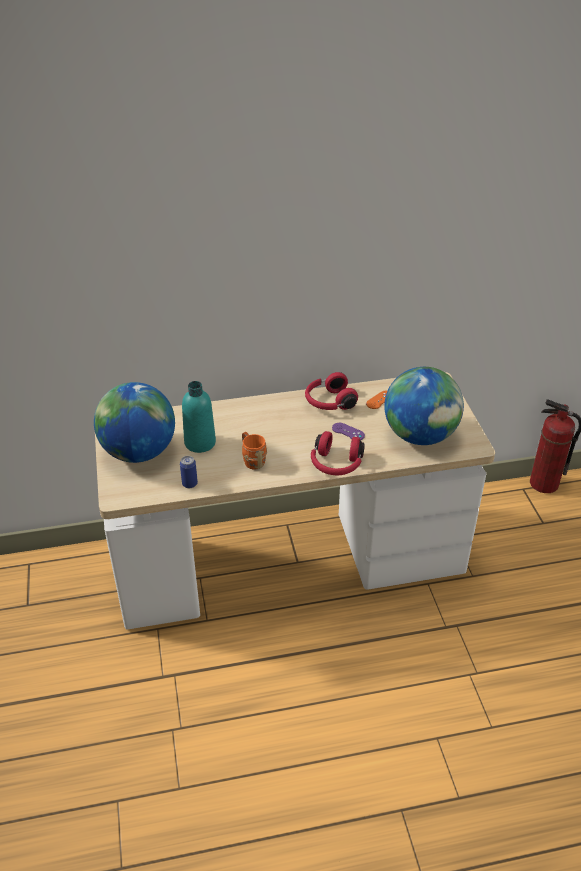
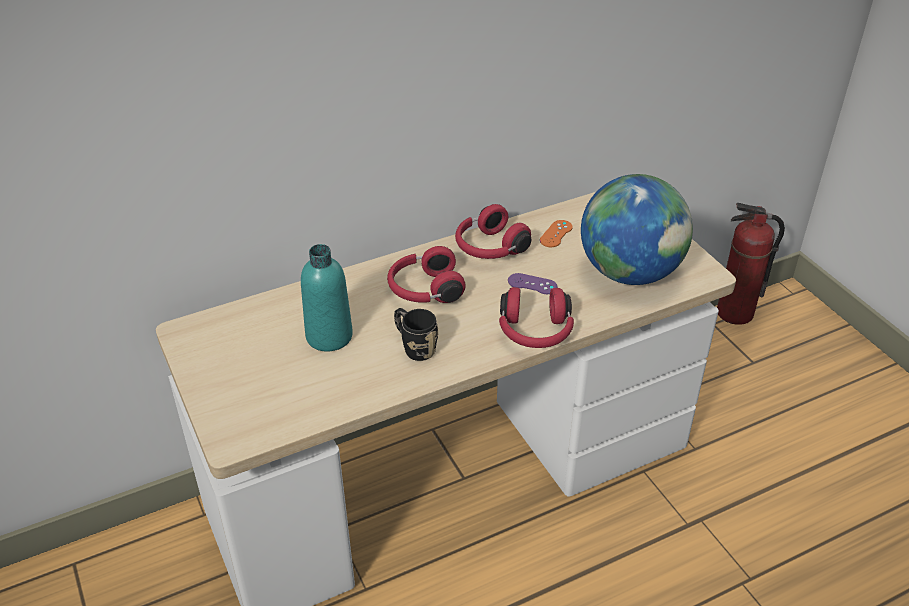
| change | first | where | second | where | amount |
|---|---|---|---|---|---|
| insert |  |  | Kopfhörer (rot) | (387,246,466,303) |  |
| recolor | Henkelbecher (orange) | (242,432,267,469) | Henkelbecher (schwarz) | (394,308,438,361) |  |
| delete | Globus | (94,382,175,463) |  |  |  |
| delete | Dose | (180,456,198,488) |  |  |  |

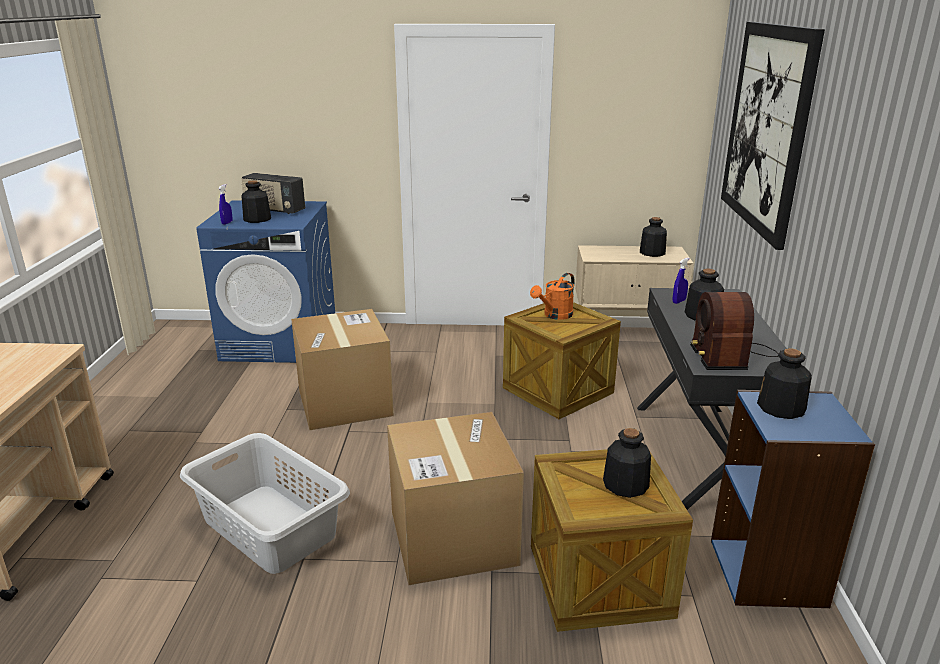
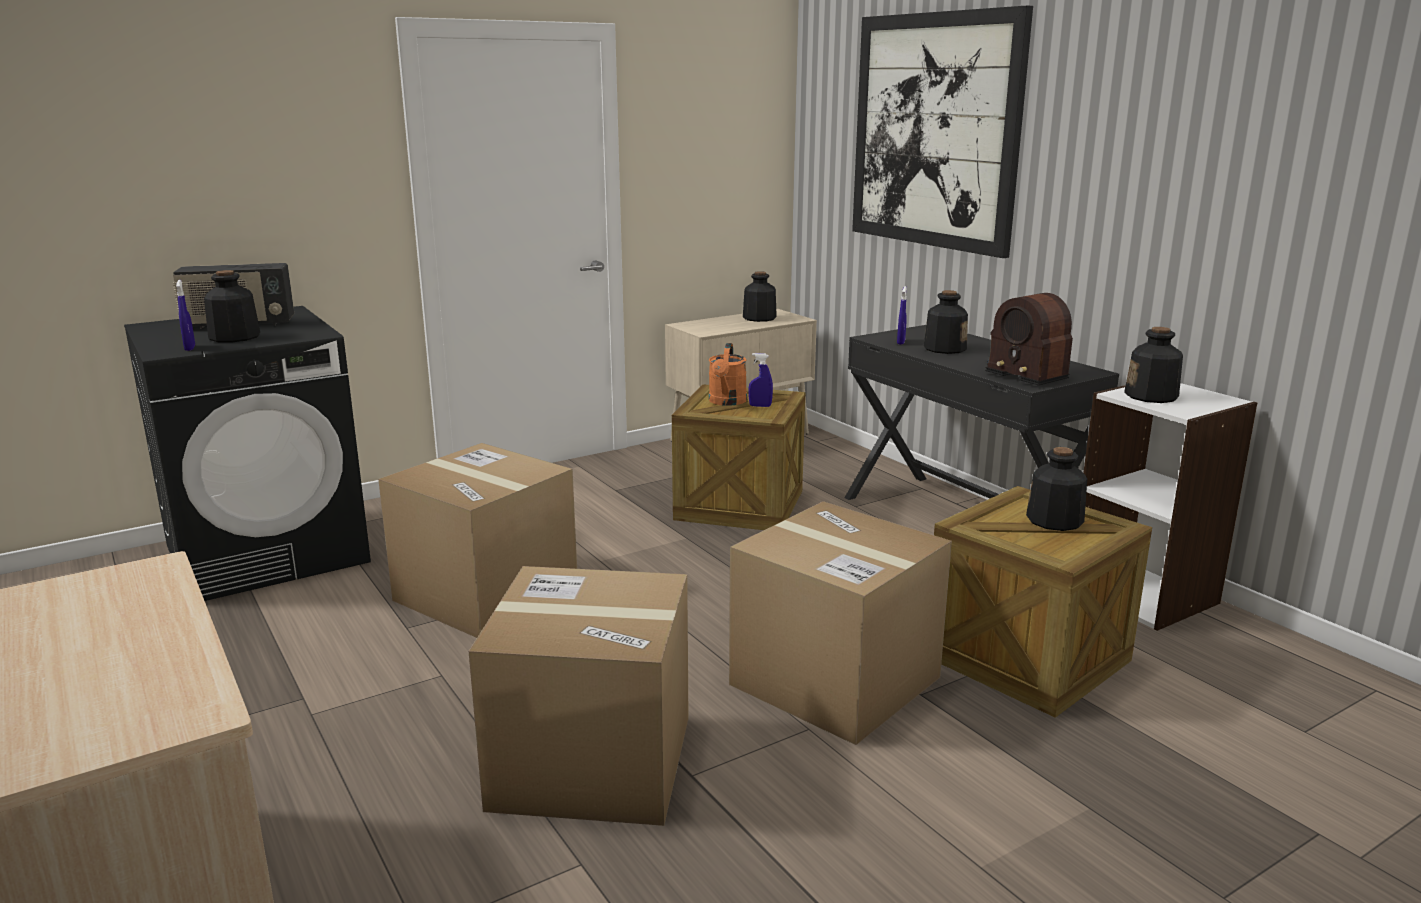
| change | first | where | second | where | amount |
|---|---|---|---|---|---|
| recolor | Waschmaschine (blau) | (197,200,335,363) | Waschmaschine (schwarz) | (124,306,371,601) |  |
| replace | Wäschekorb (grau) | (180,433,350,574) | Karton | (469,566,689,826) |  |
| insert |  |  | Sprühflasche (blau) | (748,353,773,407) |  |
| recolor | Bücherregal (blau) | (711,390,875,608) | Bücherregal (weiß) | (1083,383,1257,631) |  |

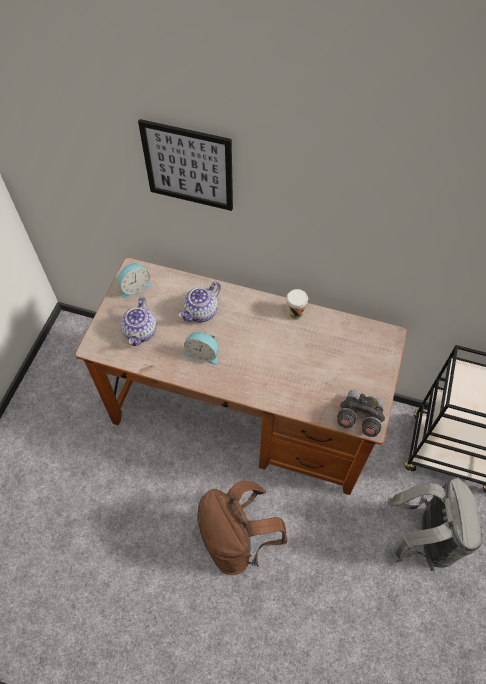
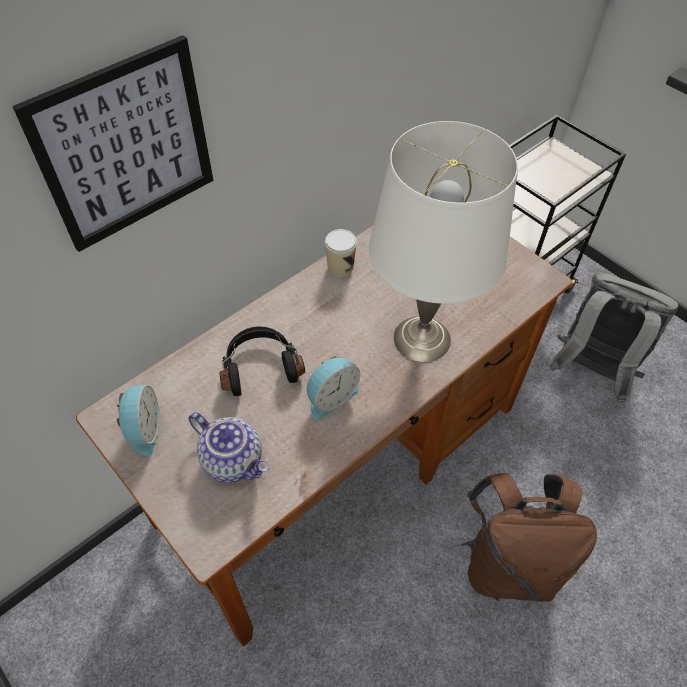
| change | first | where | second | where | amount |
|---|---|---|---|---|---|
| replace | Teekanne | (178,282,221,322) | Kopfhörer (schwarz) | (220,326,305,396) |  |
| insert |  |  | Tischlampe (weiß) | (369,121,518,362) |  |
| delete | Fernglas (grau) | (337,390,385,437) |  |  |  |

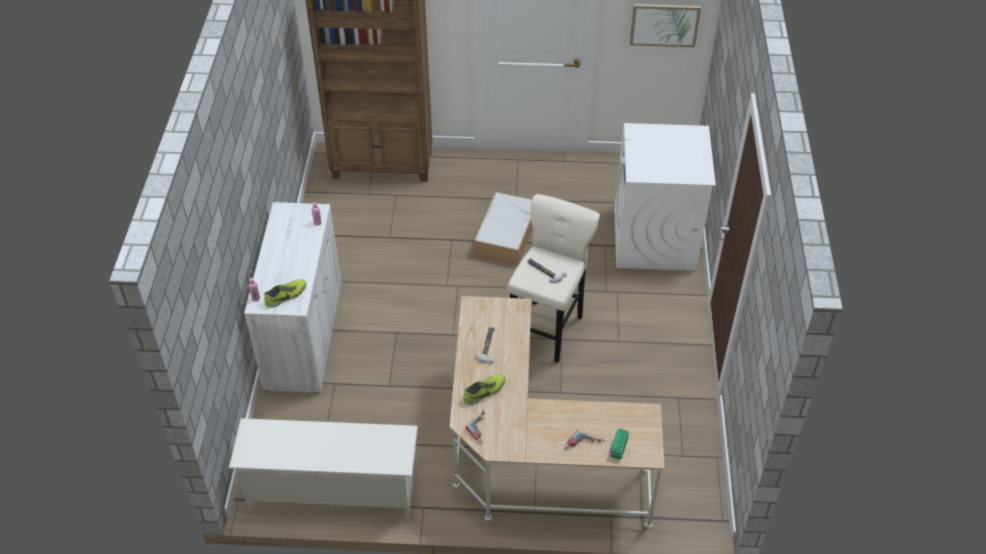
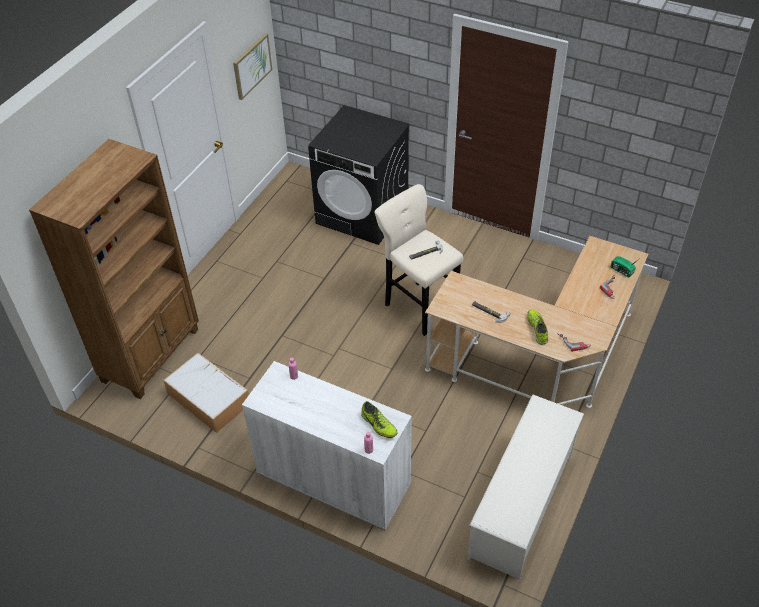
| change | first | where | second | where | amount |
|---|---|---|---|---|---|
| move | Aufbewahrungsbox | (474,192,533,266) |  | (163,353,249,433) |  |
| recolor | Waschmaschine (weiß) | (615,123,716,271) | Waschmaschine (schwarz) | (308,105,410,245) |  |
| rotate | Schuh | (264,279,306,308) |  | (361,401,398,438) | 150 degrees clockwise |

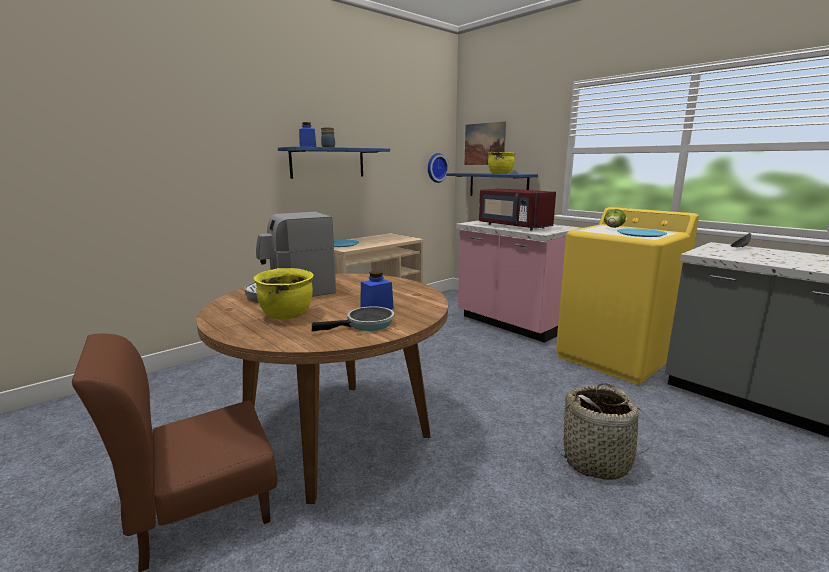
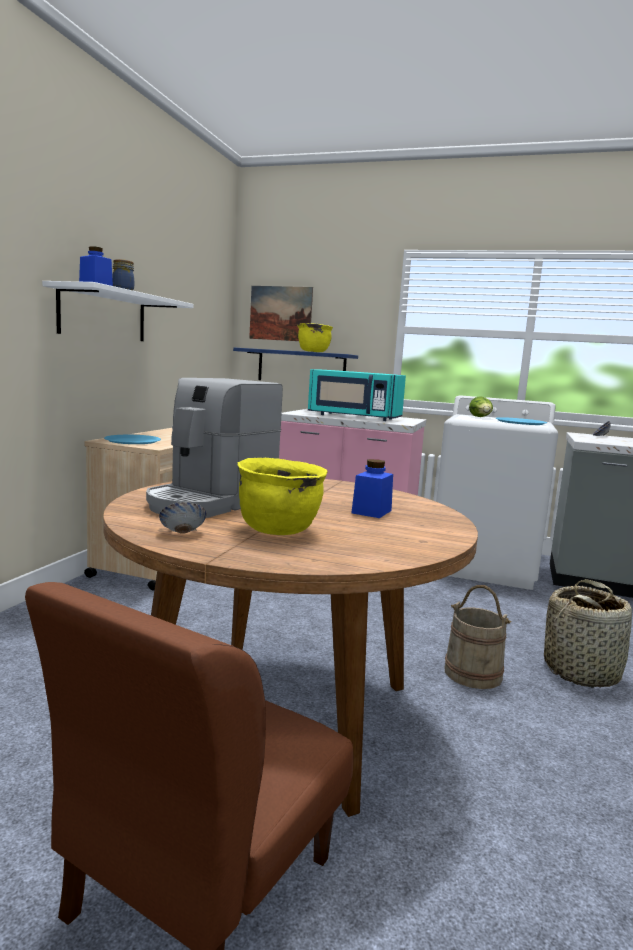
| change | first | where | second | where | amount |
|---|---|---|---|---|---|
| recolor | Wandregal (blau) | (278,147,390,179) | Wandregal (weiß) | (42,281,194,341) |  |
| insert |  |  | Schüssel | (159,502,207,534) |  |
| recolor | Mikrowelle (rot) | (479,189,556,230) | Mikrowelle (türkis) | (308,369,406,421) |  |
| recolor | Waschmaschine (gelb) | (556,207,699,385) | Waschmaschine (weiß) | (436,395,558,590) |  |
| insert |  |  | Eimer (beige) | (444,585,511,689) |  |
| delete | Pfanne | (312,306,394,332) |  |  |  |
| delete | Wanduhr | (428,153,449,183) |  |  |  |

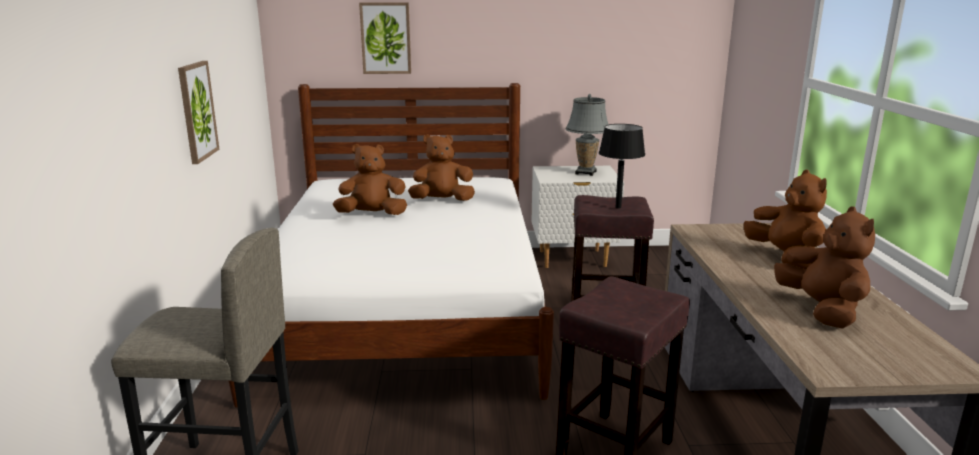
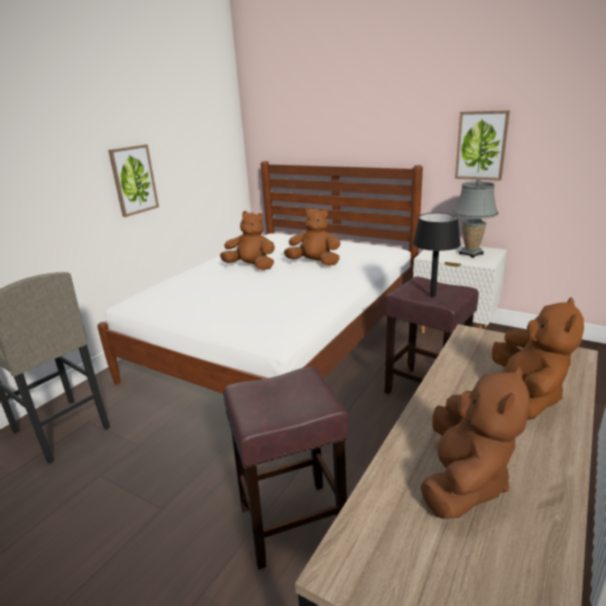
| change | first | where | second | where | amount |
|---|---|---|---|---|---|
| move | Bild | (359,2,411,74) |  | (455,110,510,181) |  |

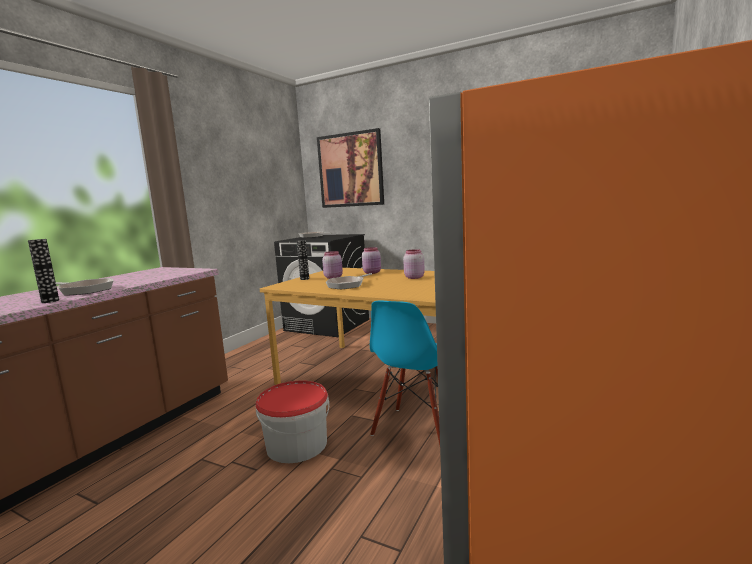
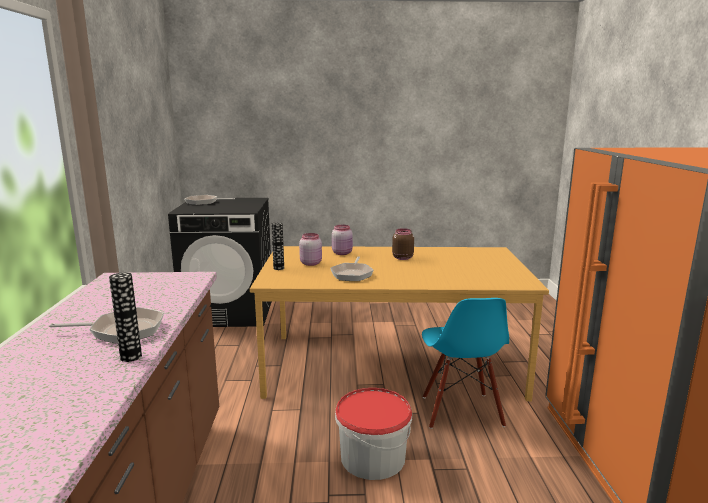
| change | first | where | second | where | amount |
|---|---|---|---|---|---|
| recolor | Vorratsglas (rosa) | (403,249,425,279) | Vorratsglas (braun) | (392,228,414,260) |  |
| delete | Bild | (317,128,384,208) |  |  |  |

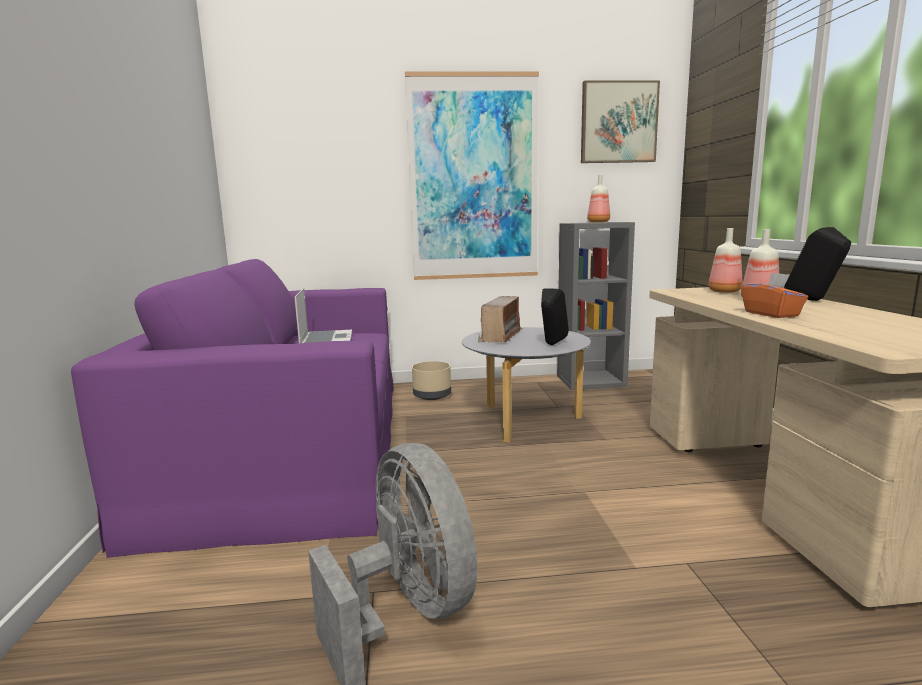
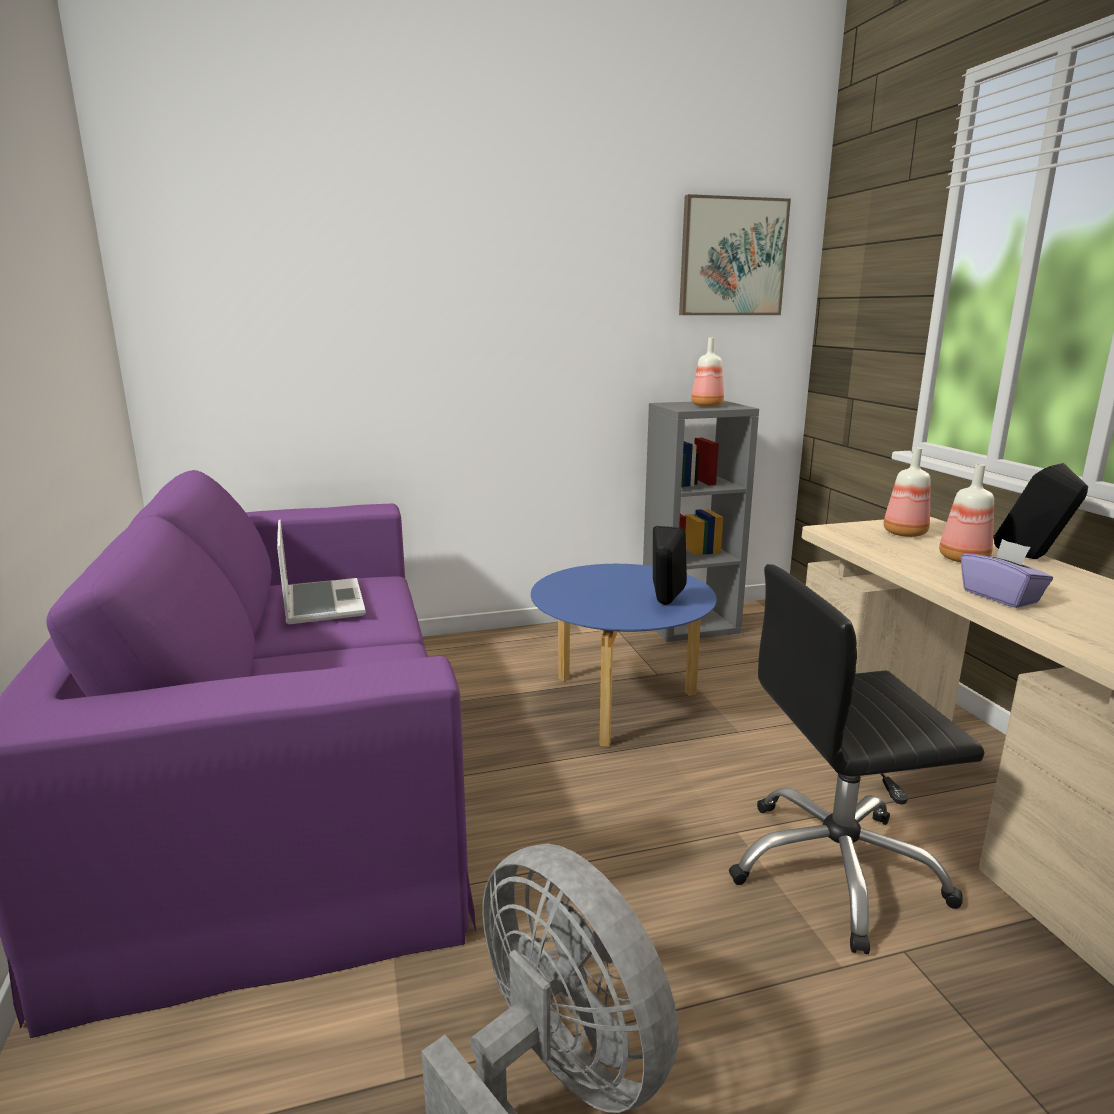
| change | first | where | second | where | amount |
|---|---|---|---|---|---|
| recolor | Couchtisch (grau) | (462,327,591,443) | Couchtisch (blau) | (531,564,716,747) |  |
| insert |  |  | Bürostuhl (schwarz) | (729,564,985,954) |  |
| recolor | Taschentuchbox (orange) | (742,272,808,318) | Taschentuchbox (lila) | (961,539,1053,608) |  |
| delete | Bild | (405,72,539,280) |  |  |  |
| delete | Pflanzkübel (beige) | (412,361,451,400) |  |  |  |
| delete | Radio | (478,296,523,343) |  |  |  |

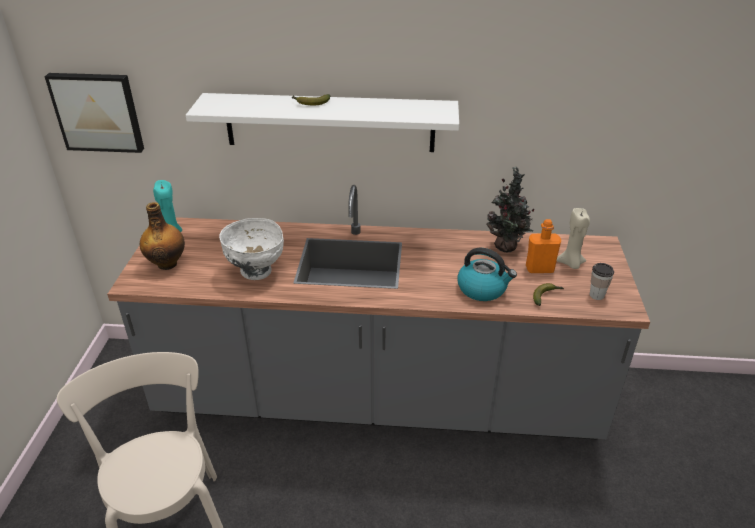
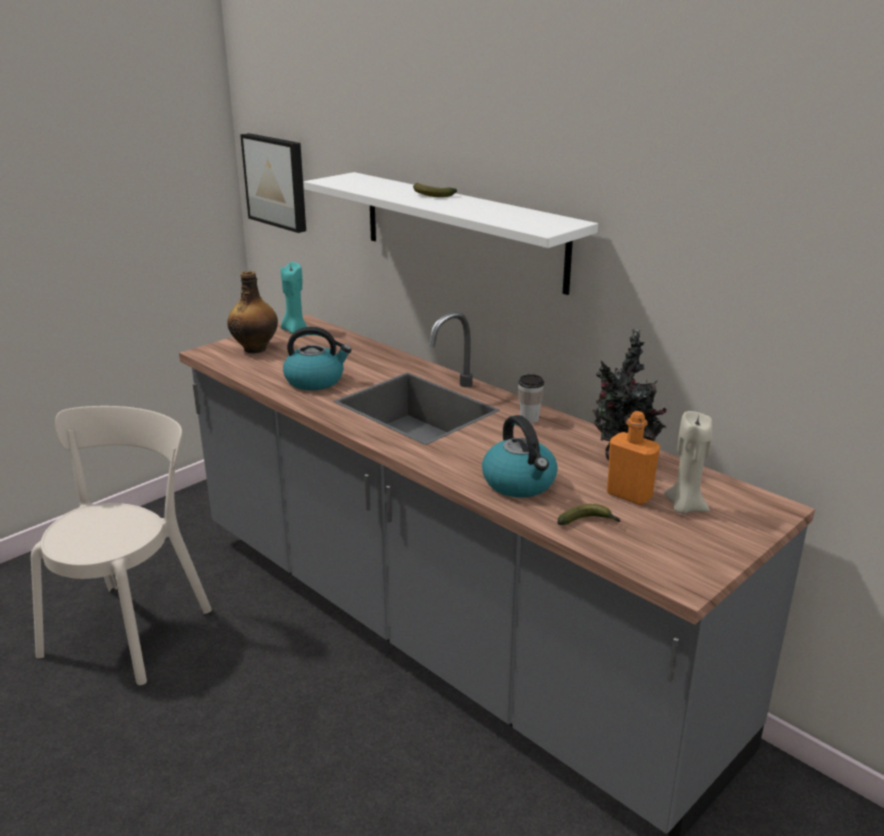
| change | first | where | second | where | amount |
|---|---|---|---|---|---|
| replace | Schüssel (weiß) | (219,218,284,280) | Wasserkessel | (283,327,352,390) |  |
| move | Tasse | (590,263,614,300) |  | (518,374,544,423) |  |

